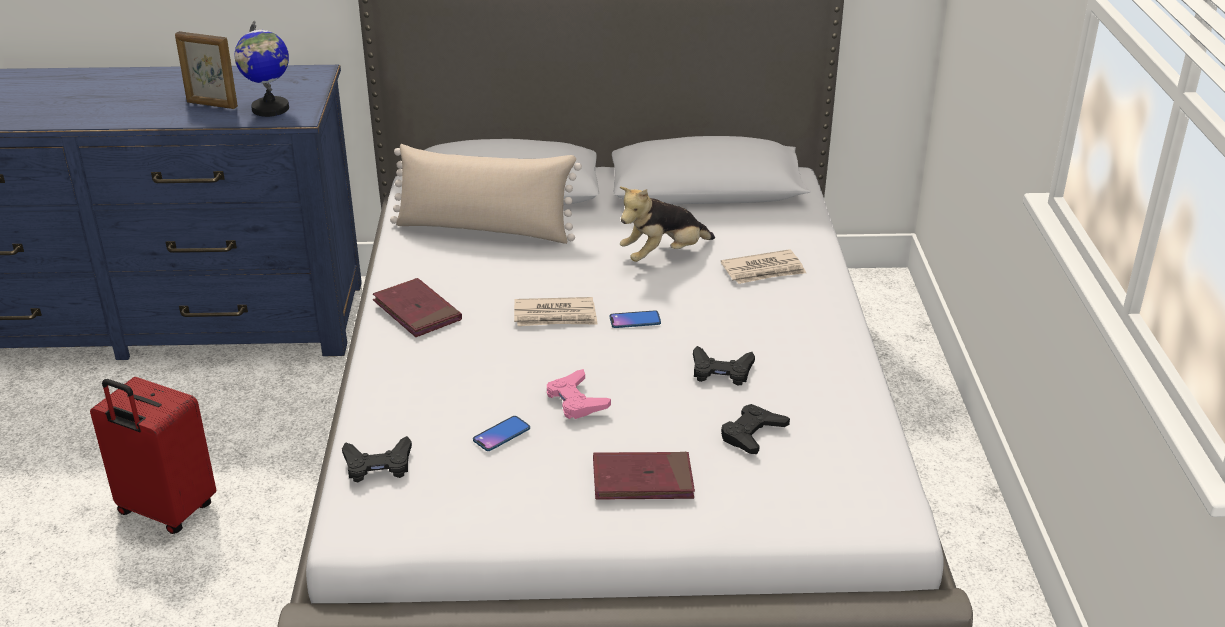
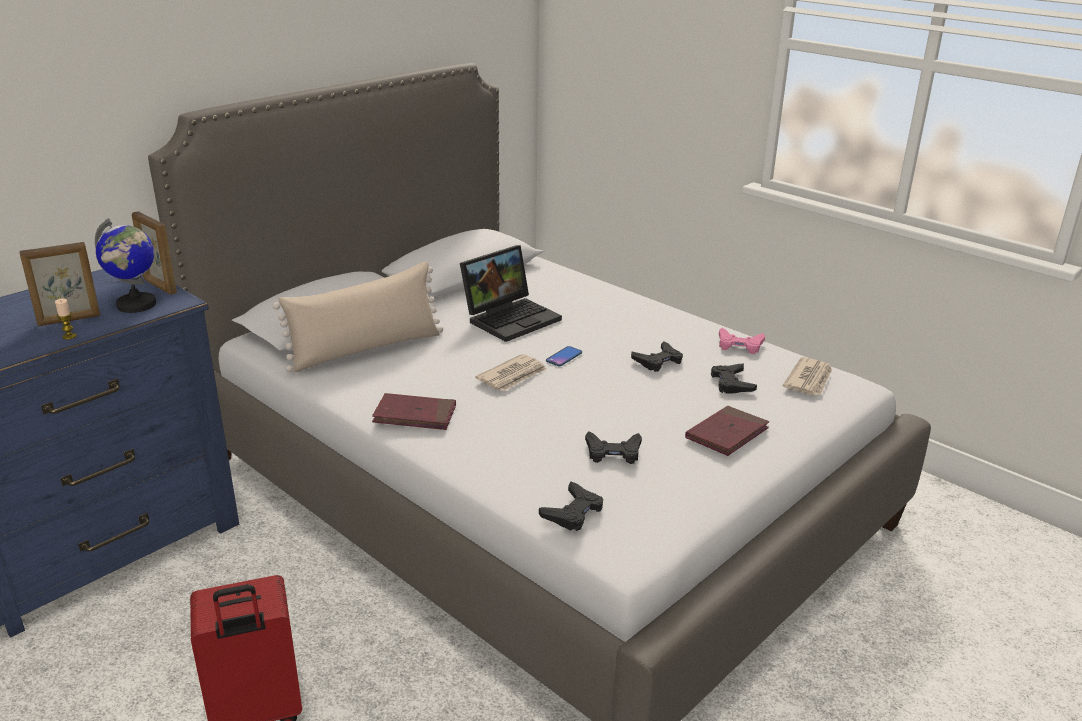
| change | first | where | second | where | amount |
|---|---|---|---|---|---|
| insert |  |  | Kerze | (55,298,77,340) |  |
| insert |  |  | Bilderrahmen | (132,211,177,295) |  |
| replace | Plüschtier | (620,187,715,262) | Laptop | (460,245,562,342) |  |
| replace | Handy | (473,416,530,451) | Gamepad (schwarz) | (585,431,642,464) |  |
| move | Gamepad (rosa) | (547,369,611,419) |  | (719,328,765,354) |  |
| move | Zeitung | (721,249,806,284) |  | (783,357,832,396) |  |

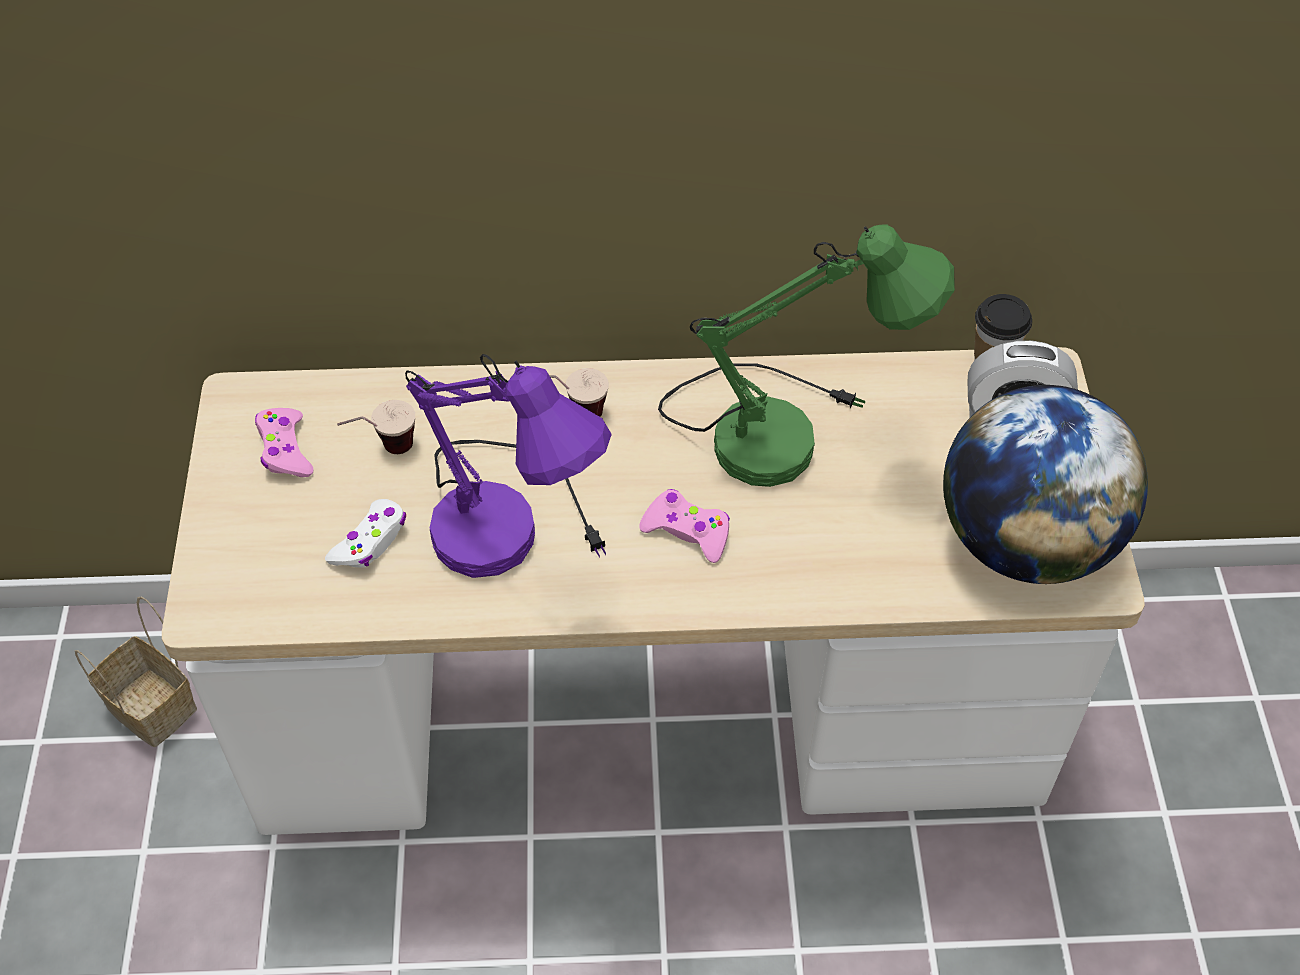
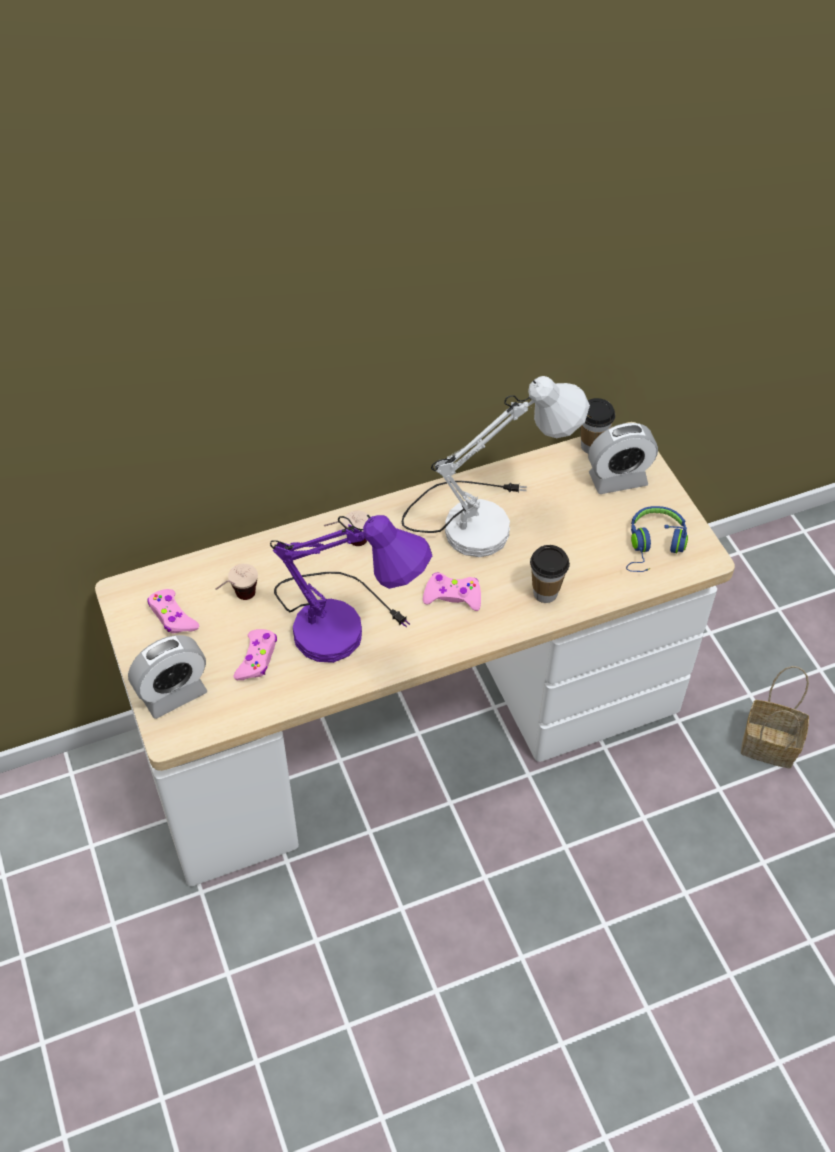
| change | first | where | second | where | amount |
|---|---|---|---|---|---|
| insert |  |  | Wecker | (128,635,208,719) |  |
| recolor | Gamepad (weiß) | (325,499,406,568) | Gamepad (rosa) | (234,629,277,681) |  |
| recolor | Tischlampe (grün) | (658,224,955,487) | Tischlampe (weiß) | (402,376,590,557) |  |
| insert |  |  | Tasse | (530,545,570,603) |  |
| replace | Globus | (943,385,1148,584) | Kopfhörer (blau) | (626,506,688,572) |  |
| move | Korb | (75,596,197,747) |  | (741,666,809,769) |  |

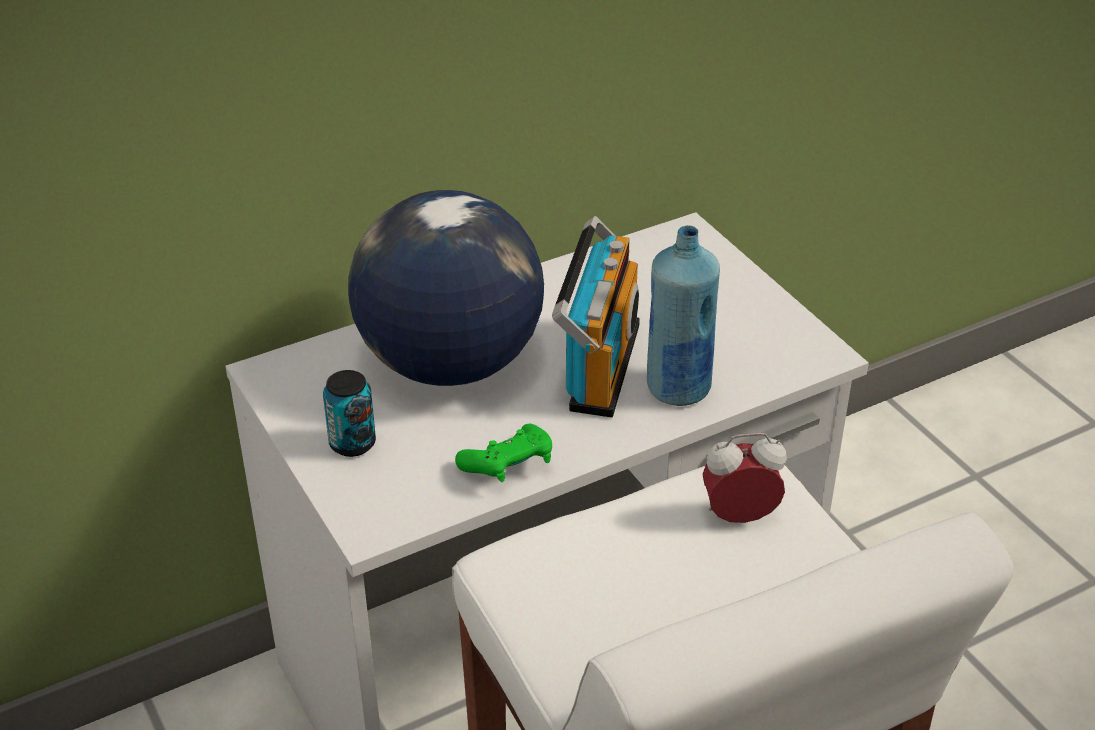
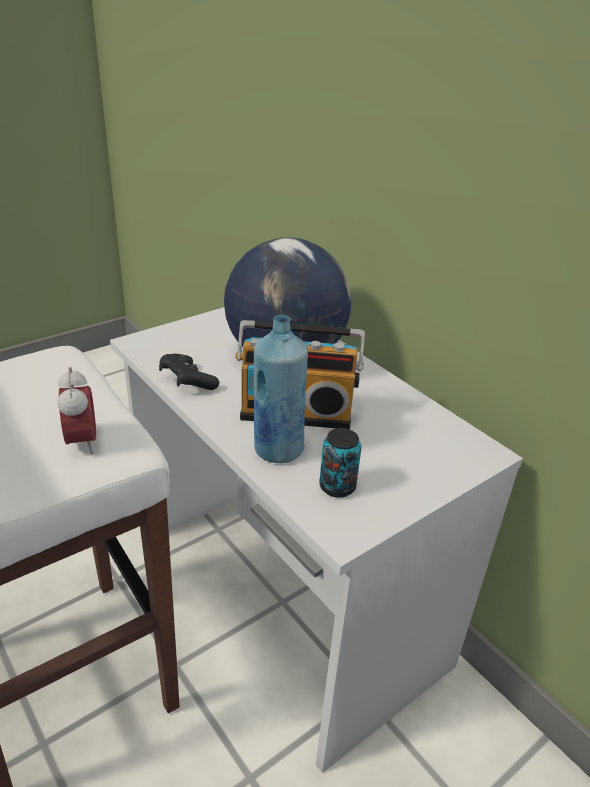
| change | first | where | second | where | amount |
|---|---|---|---|---|---|
| recolor | Gamepad (grün) | (455,424,552,482) | Gamepad (schwarz) | (159,354,219,390) |  |
| move | Dose | (323,370,376,457) |  | (319,428,361,498) |  |

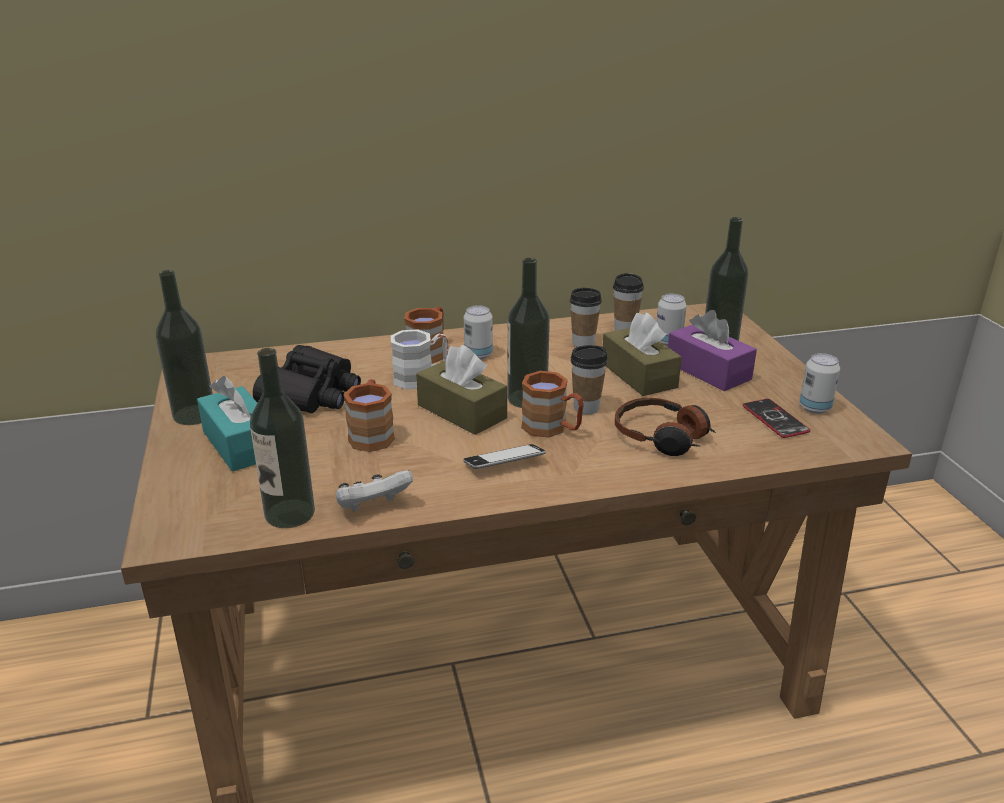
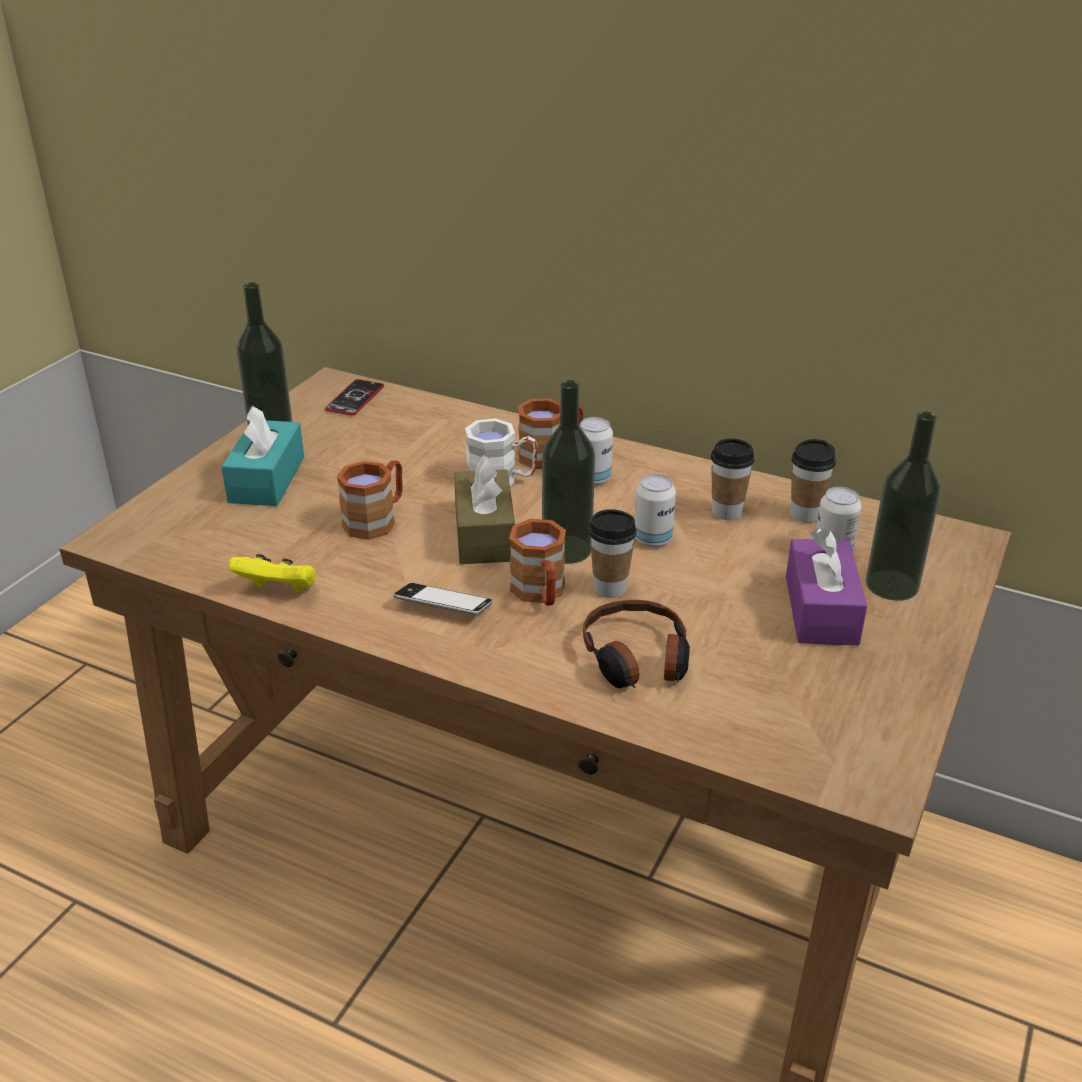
| change | first | where | second | where | amount |
|---|---|---|---|---|---|
| recolor | Gamepad (weiß) | (335,470,413,512) | Gamepad (gelb) | (228,554,316,593) |  |
| move | Handy | (743,399,810,438) |  | (325,379,384,415) |  |
| move | Dose | (799,353,840,414) |  | (635,474,676,547) |  |
| delete | Flasche | (250,348,315,528) |  |  |  |
| delete | Fernglas (schwarz) | (253,345,361,413) |  |  |  |
| delete | Taschentuchbox (braun) | (603,313,682,396) |  |  |  |

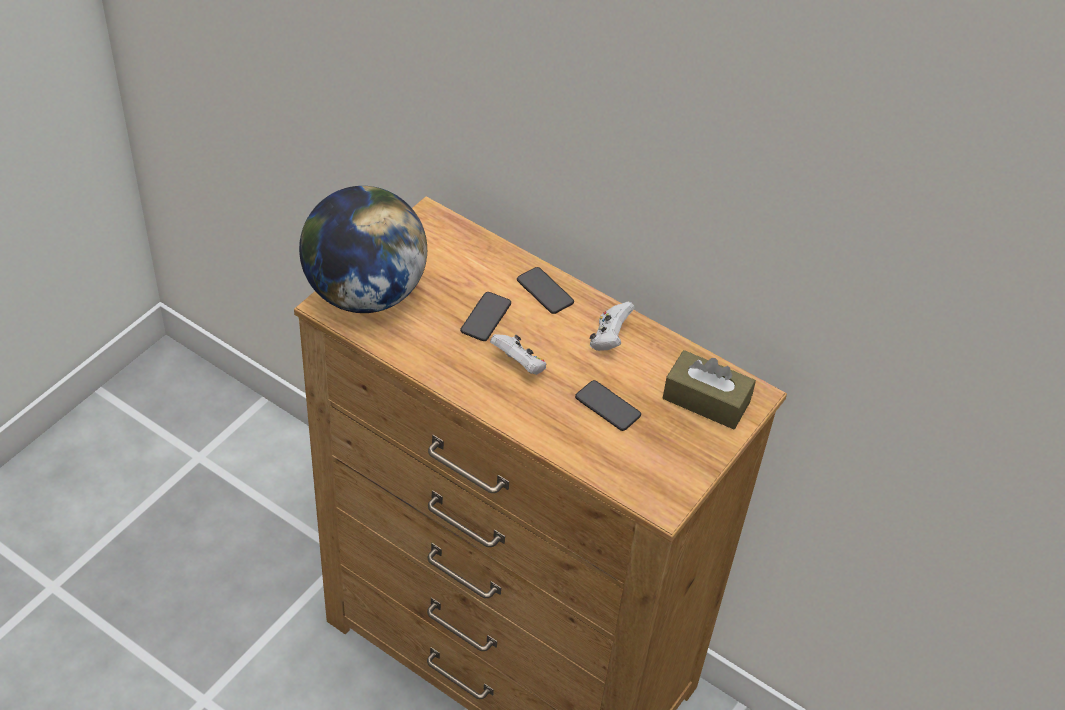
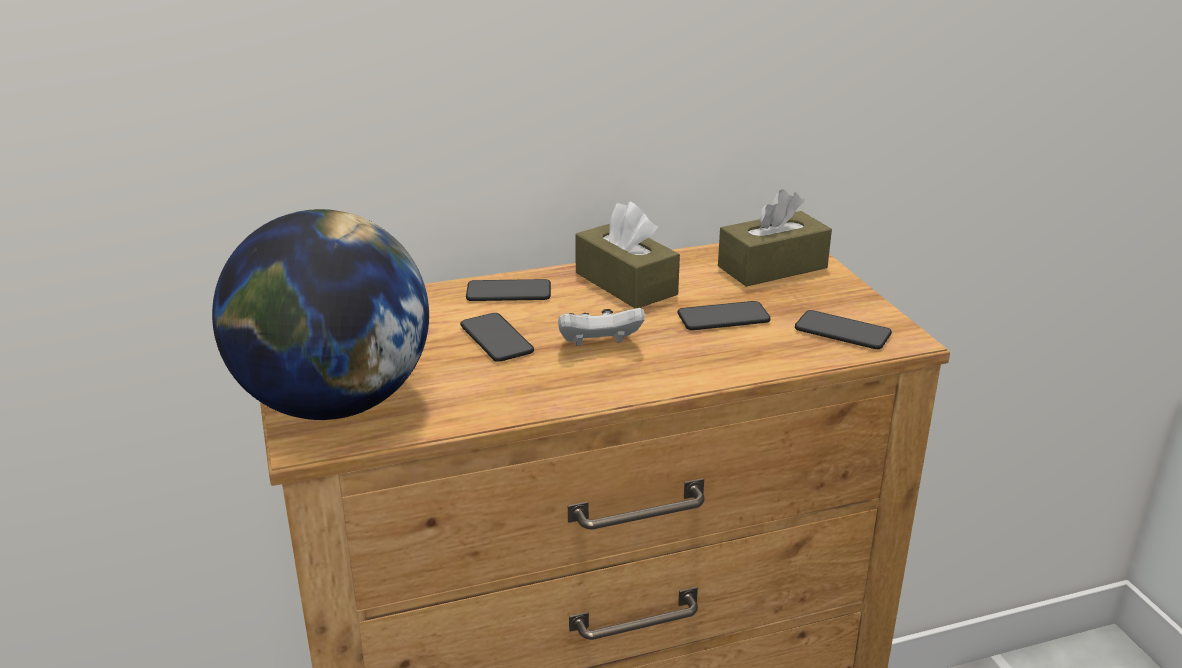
| change | first | where | second | where | amount |
|---|---|---|---|---|---|
| replace | Gamepad (weiß) | (590,302,635,351) | Taschentuchbox (braun) | (575,202,680,309) |  |
| insert |  |  | Handy | (795,310,892,349) |  |

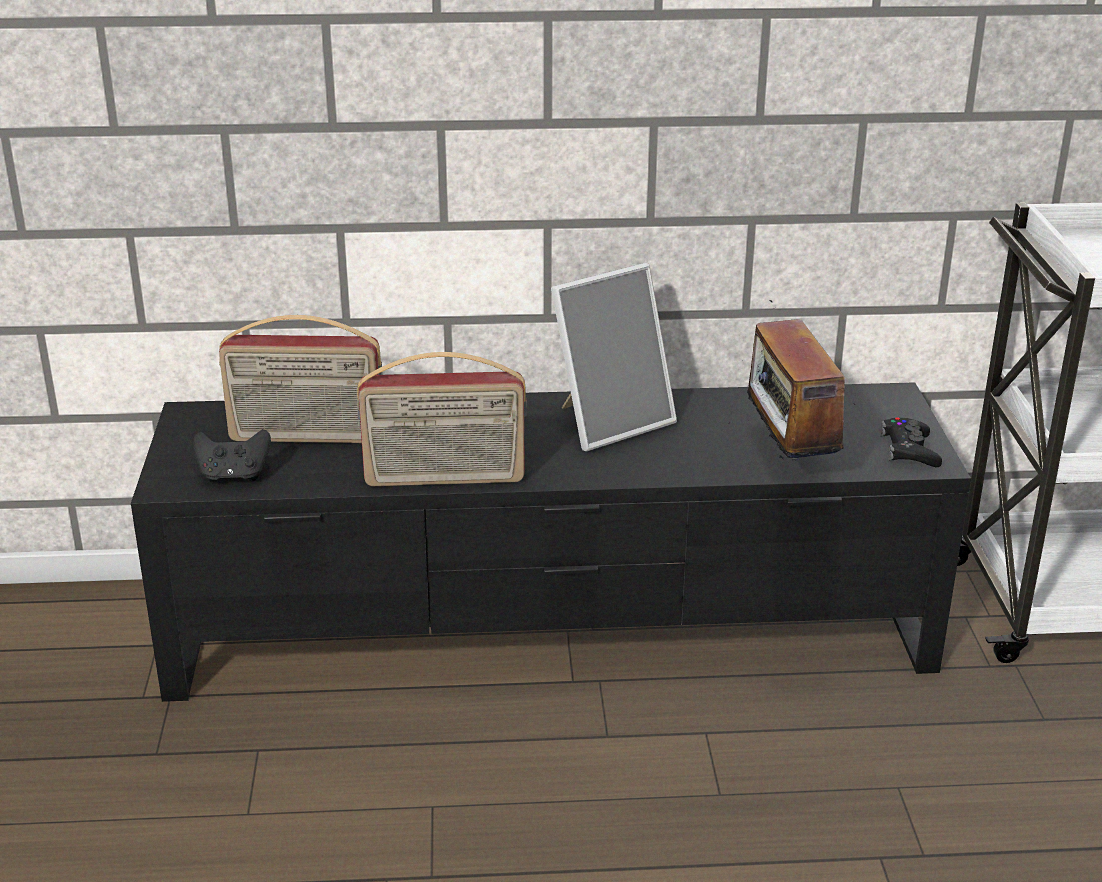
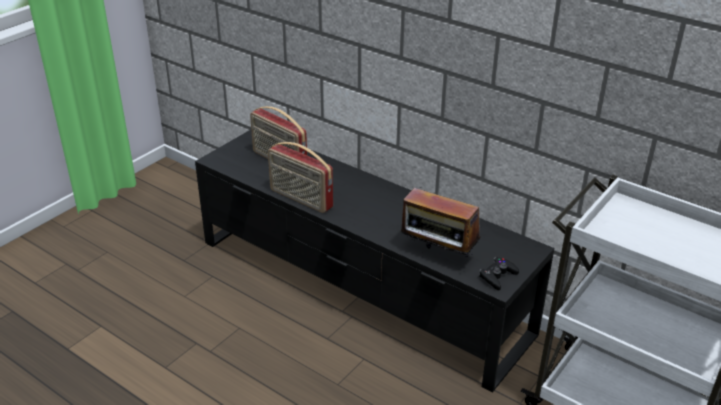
| change | first | where | second | where | amount |
|---|---|---|---|---|---|
| rotate | Radio | (747,300,856,461) |  | (401,187,480,259) | 90 degrees counterclockwise |
| delete | Gamepad (schwarz) | (193,429,271,482) |  |  |  |
| delete | Bilderrahmen | (551,263,677,451) |  |  |  |

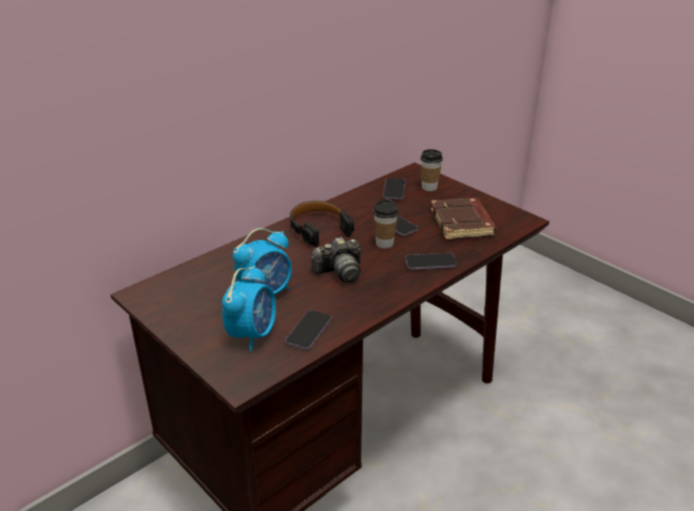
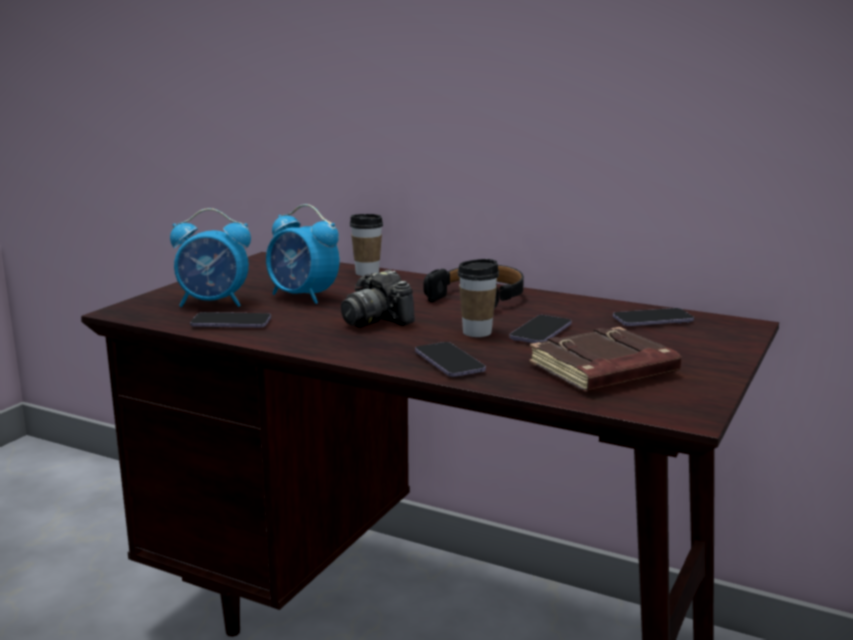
| change | first | where | second | where | amount |
|---|---|---|---|---|---|
| move | Tasse | (421,149,443,191) |  | (350,214,383,276) |  |

